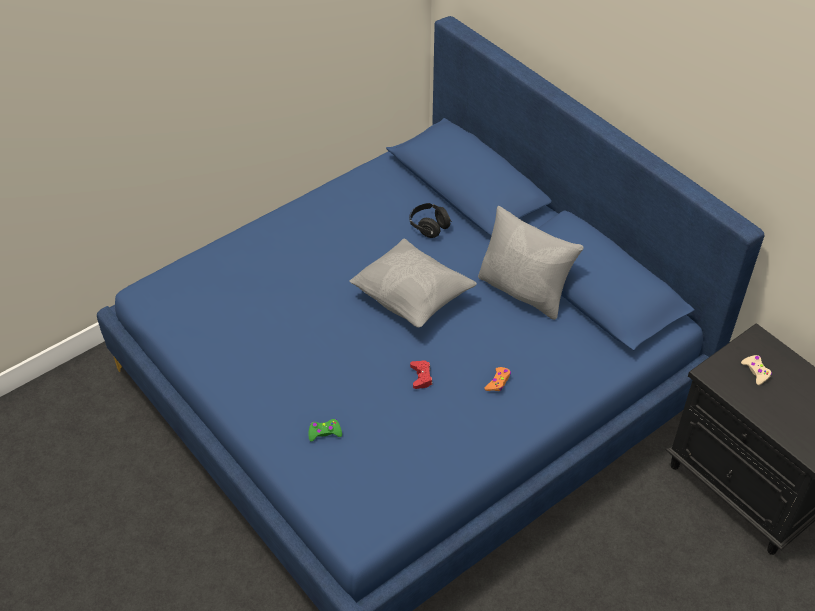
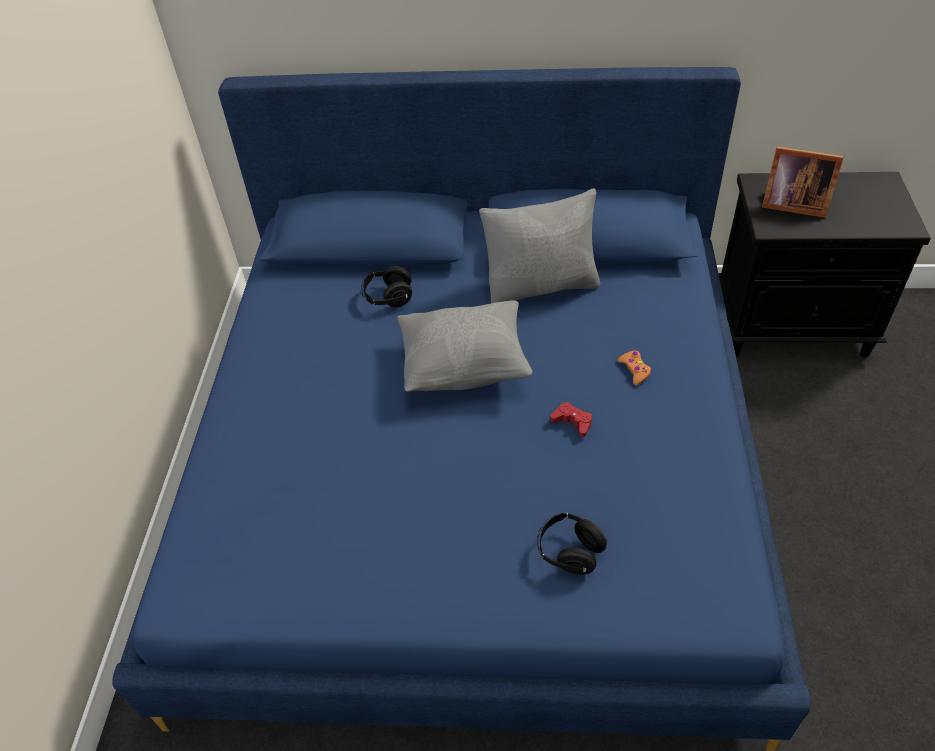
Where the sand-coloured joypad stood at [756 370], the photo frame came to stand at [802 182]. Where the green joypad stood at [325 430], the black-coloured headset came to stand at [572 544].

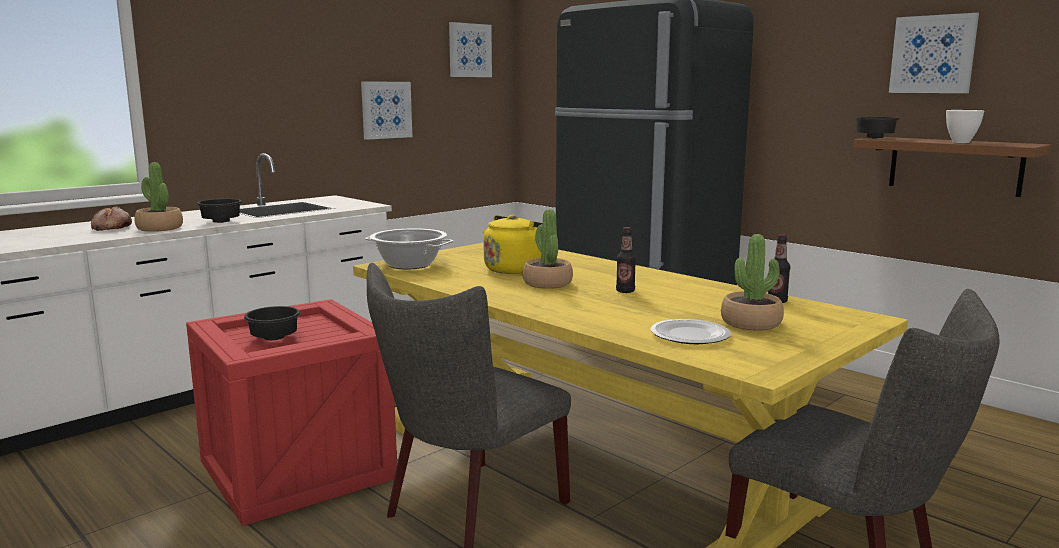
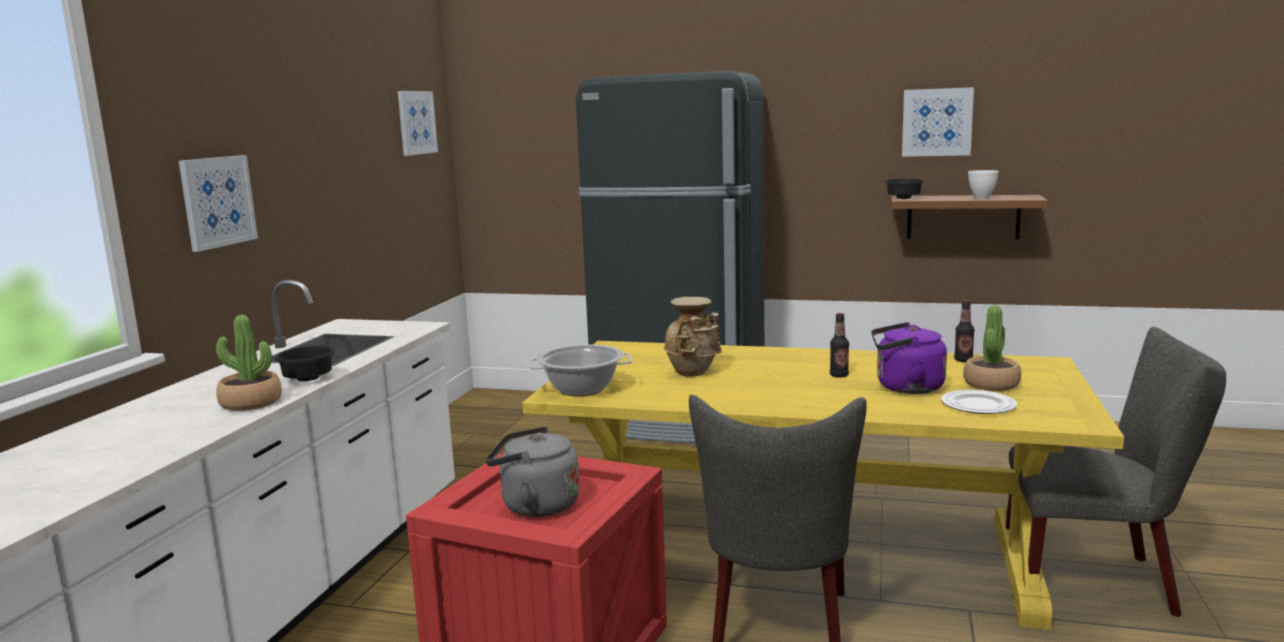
The wall picture ended up elsewhere, having gone from [386 110] to [218 203]. The second view lost the bakery bread at [111 218]. The second view lost the plant in a pot at [548 249]. Where the yellow tea kettle stood at [513 244], the sand-coloured vase came to stand at [693 337]. Where the black-coloured serving bowl stood at [272 323], the gray tea kettle came to stand at [533 471]. The second view gained the purple tea kettle at [909 358].

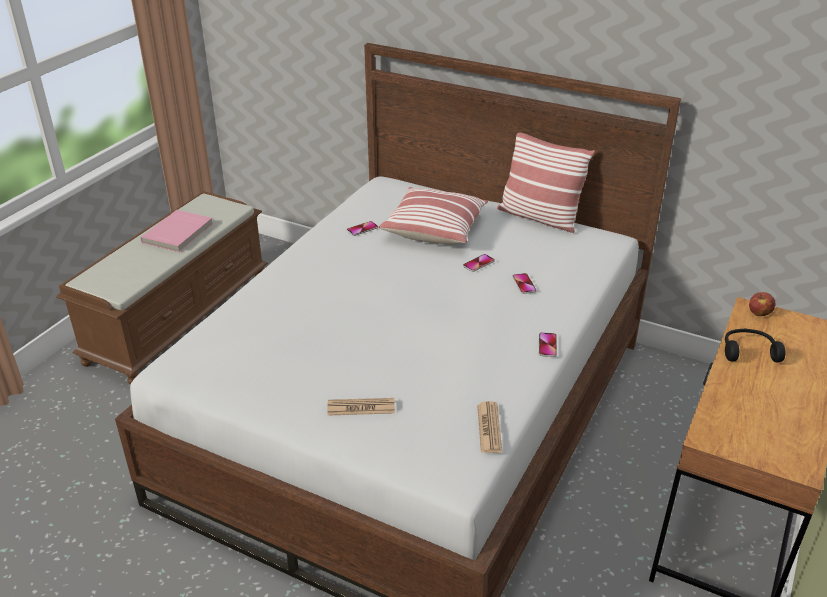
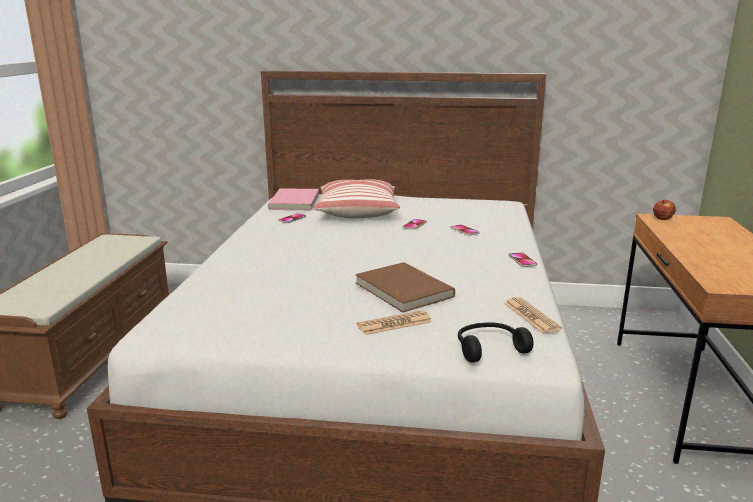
The second view lost the pillow at [546 183]. The pink-coloured bound book ended up elsewhere, having gone from [177 231] to [293 199]. The black-coloured headset ended up elsewhere, having gone from [755 345] to [496 342]. The second view gained the brown bound book at [405 287].

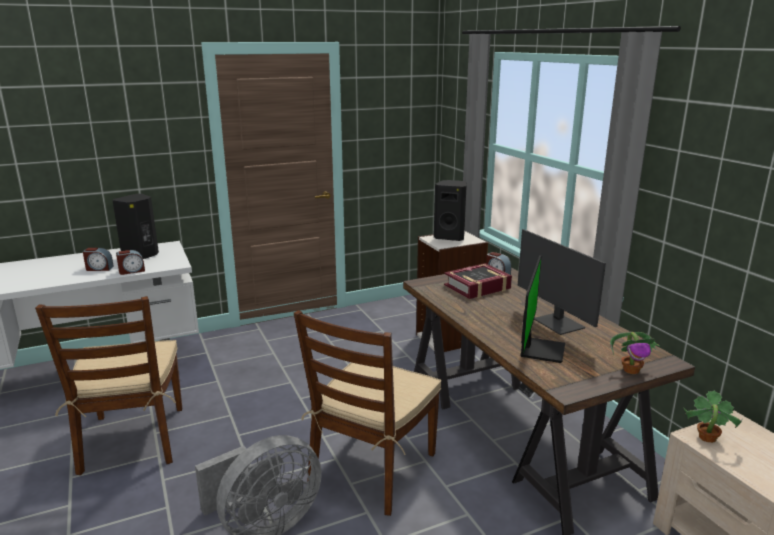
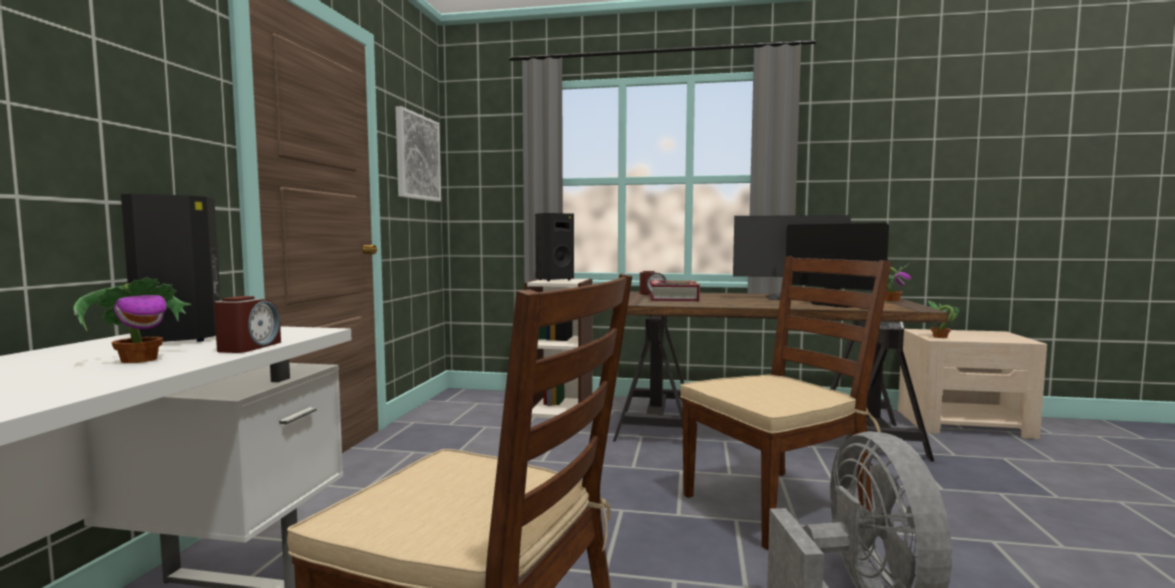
Where the bedside clock stood at [98 259], the plant in a pot came to stand at [132 320]. The brown plain chair at [367 413] ended up facing another way, 90 degrees counterclockwise from before. The second view gained the wall picture at [418 154].

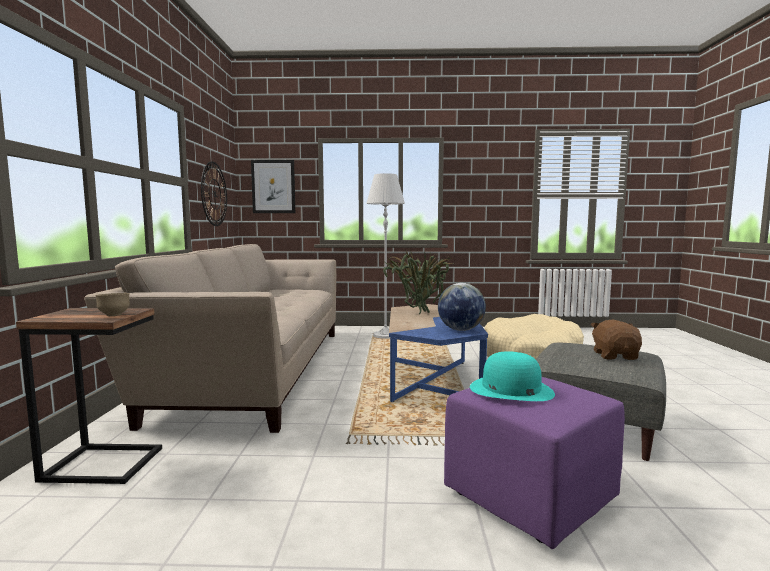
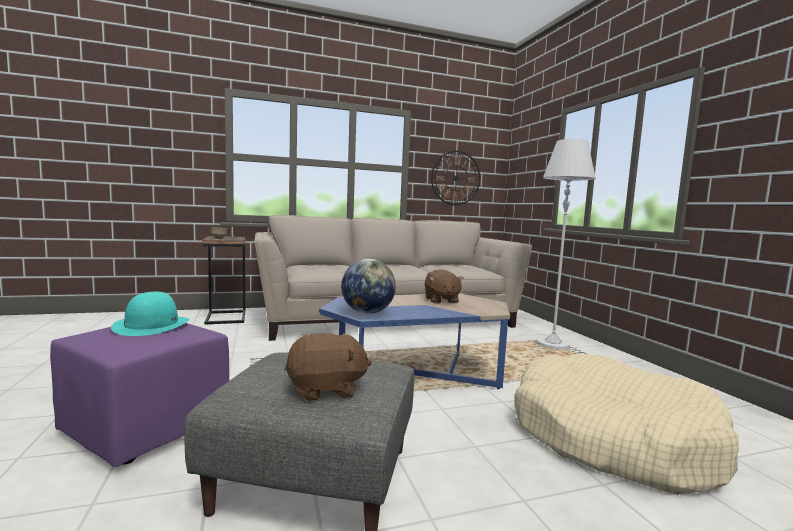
The second view lost the wall picture at [273 186]. Where the plant in a pot stood at [418 281], the brown soft toy came to stand at [444 286].

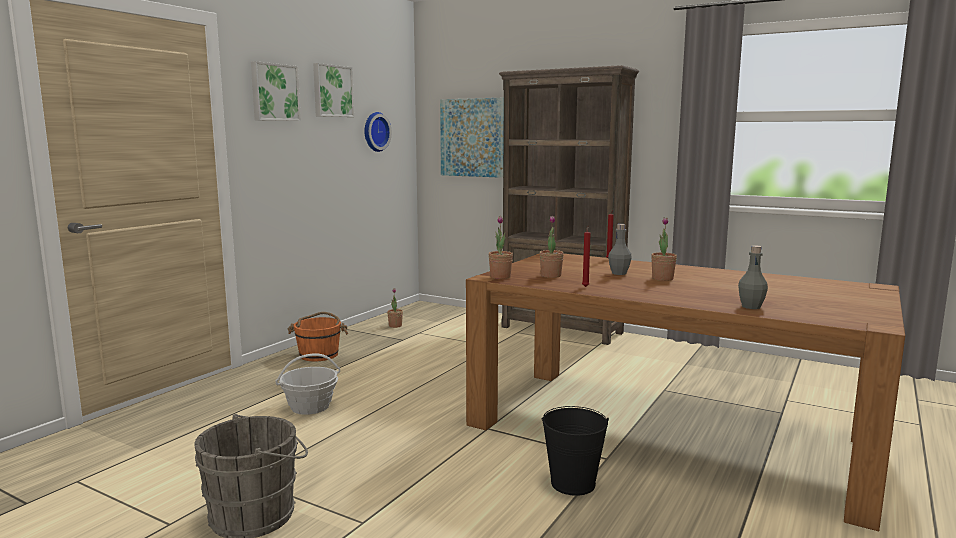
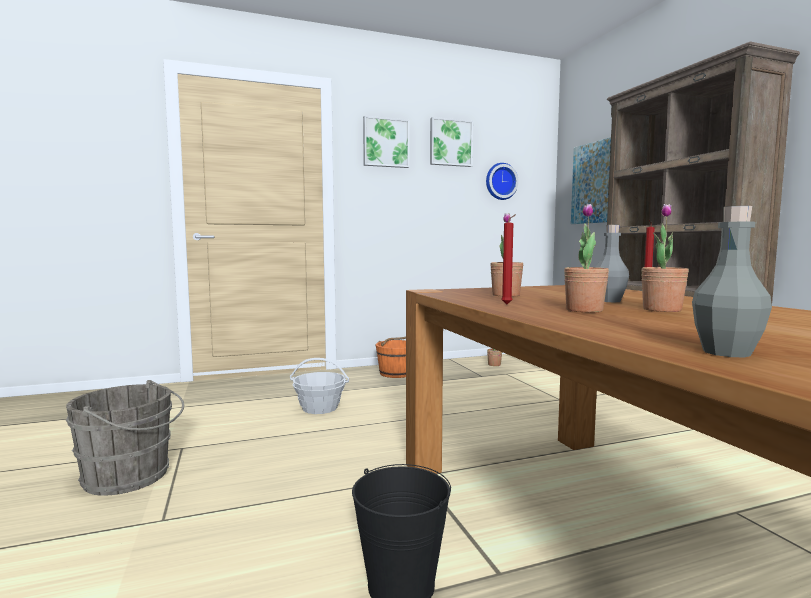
The plant in a pot ended up elsewhere, having gone from [501 247] to [586 258].

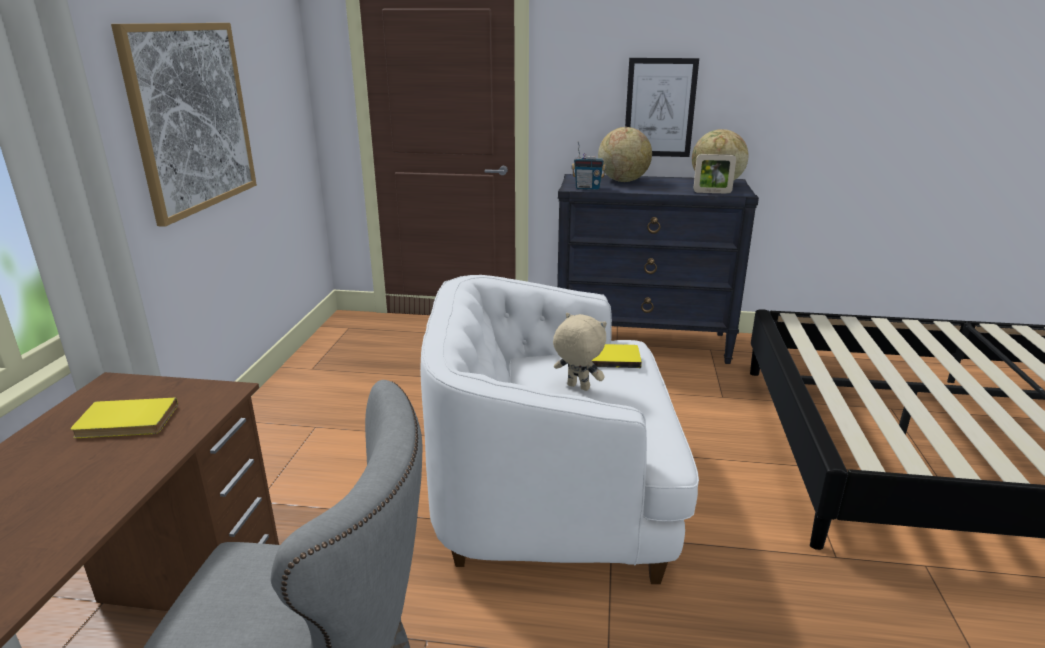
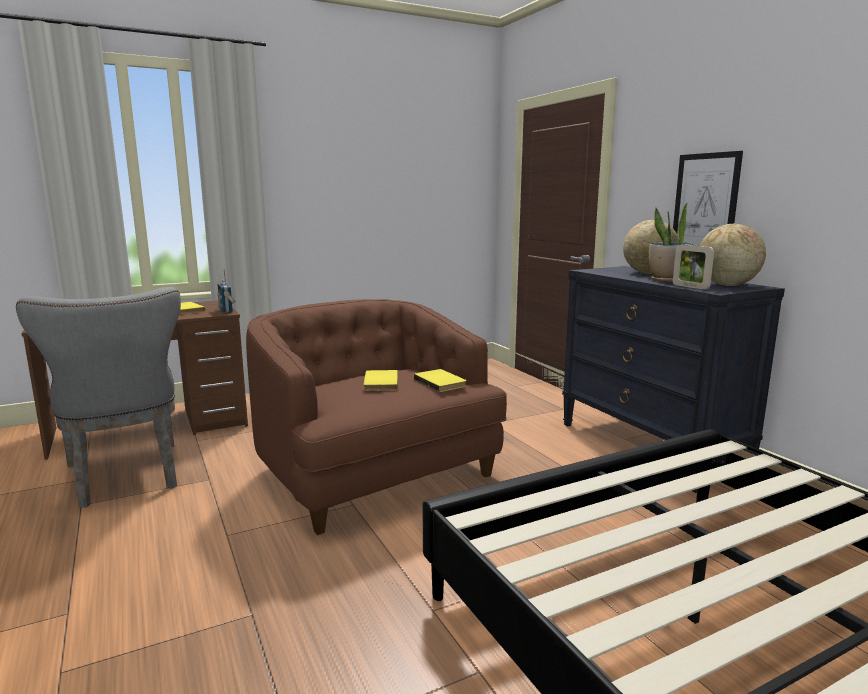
The second view lost the wall picture at [184 125]. The radio ended up elsewhere, having gone from [588 165] to [226 291]. What was the white-coloured lounge chair at [559 429] turned into the brown lounge chair at [376 417]. Where the sand-coloured soft toy stood at [580 352], the yellow bound book came to stand at [380 380]. The second view gained the plant in a pot at [671 242].

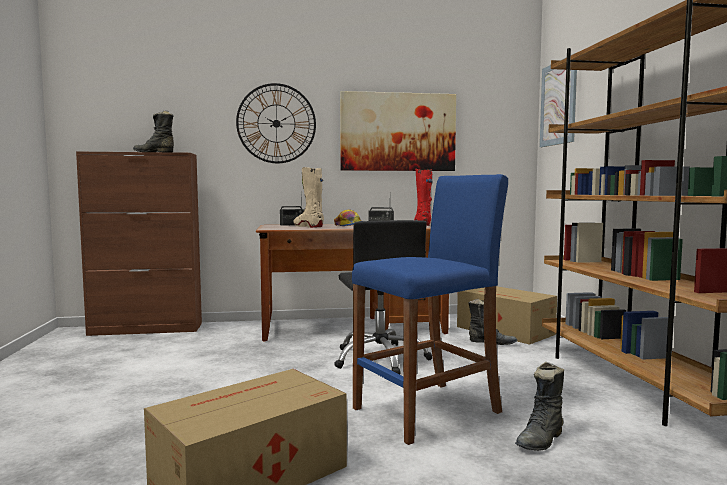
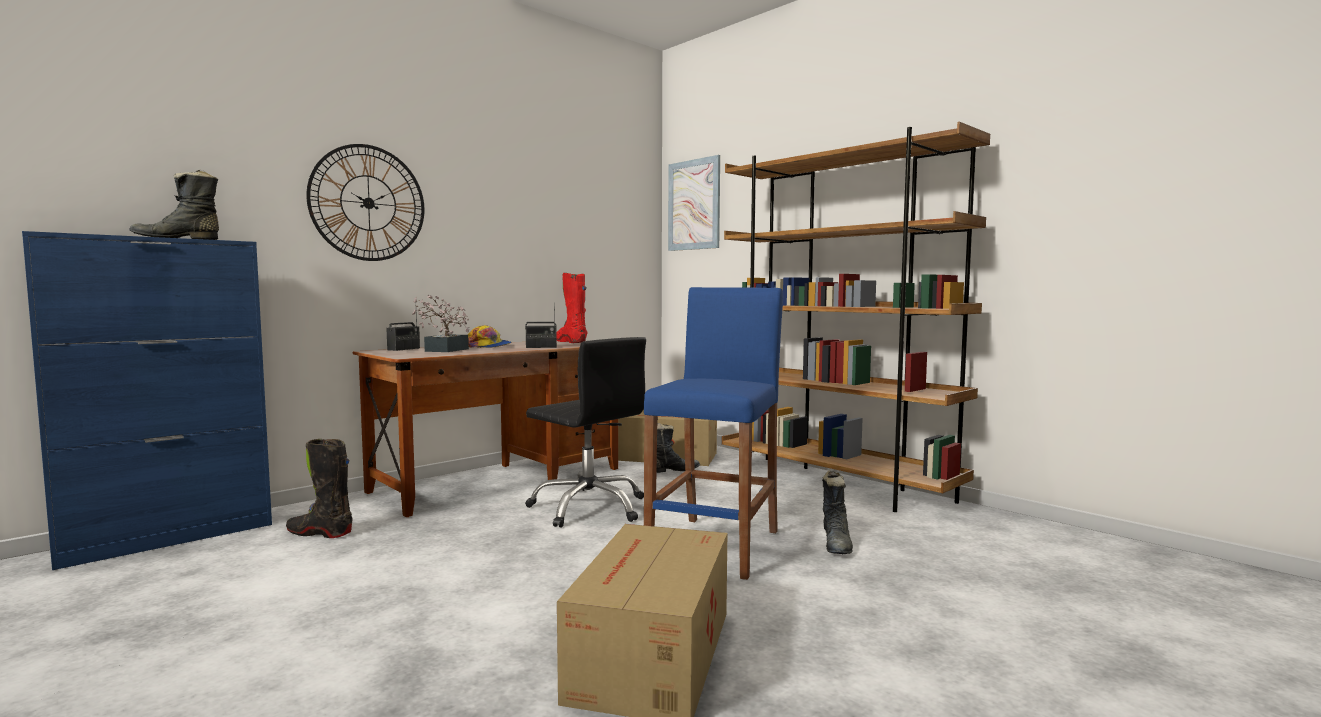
The second view lost the wall picture at [398 131]. What was the brown cupboard at [139 244] turned into the bluish cupboard at [147 400]. Where the sand-coloured high-top boot stood at [309 197], the plant in a pot came to stand at [440 323]. The second view gained the black-coloured high-top boot at [319 488].

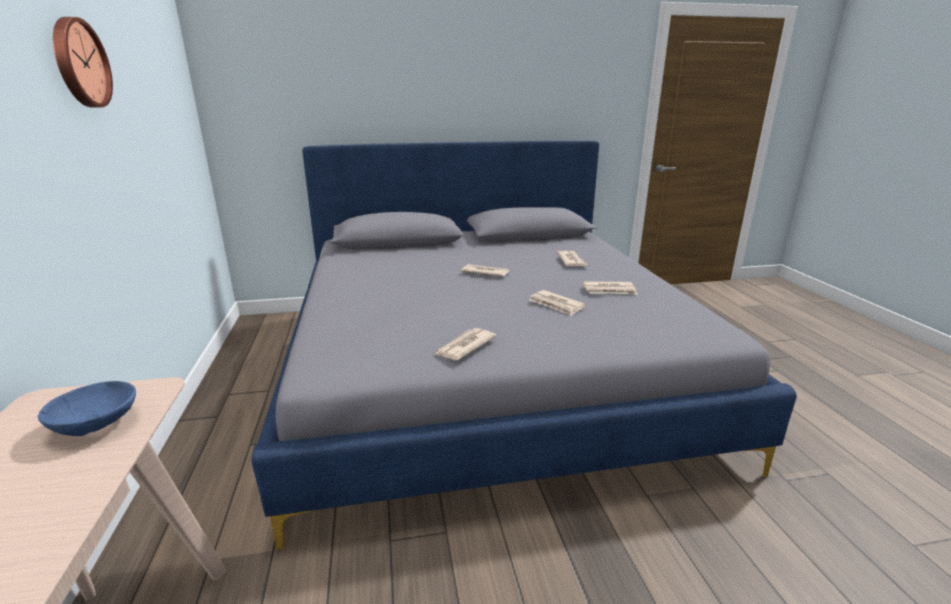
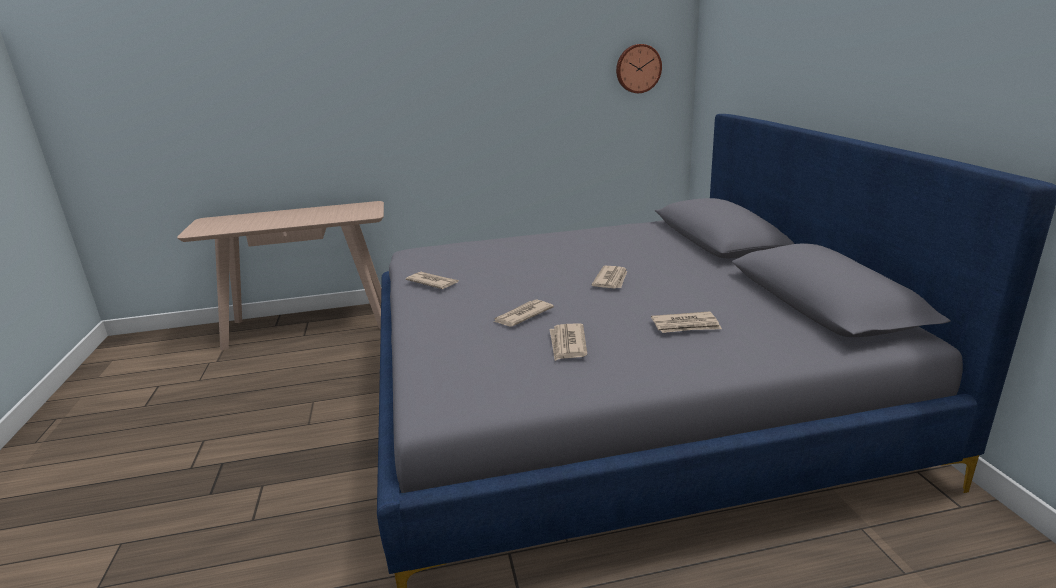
The clock on the wall ended up elsewhere, having gone from [83 62] to [639 68]. The second view lost the bluish serving bowl at [87 408].

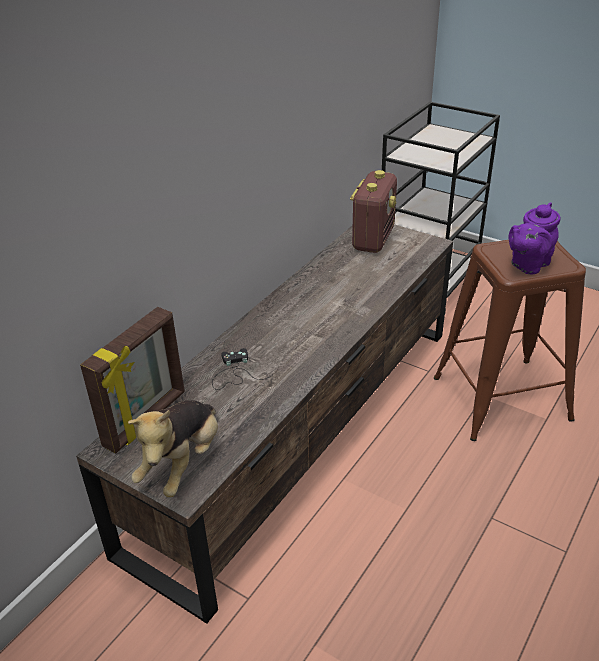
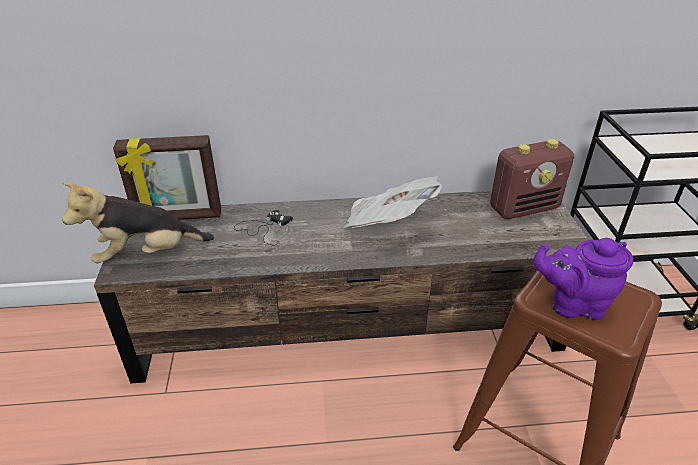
The second view gained the printed paper at [393 202].

